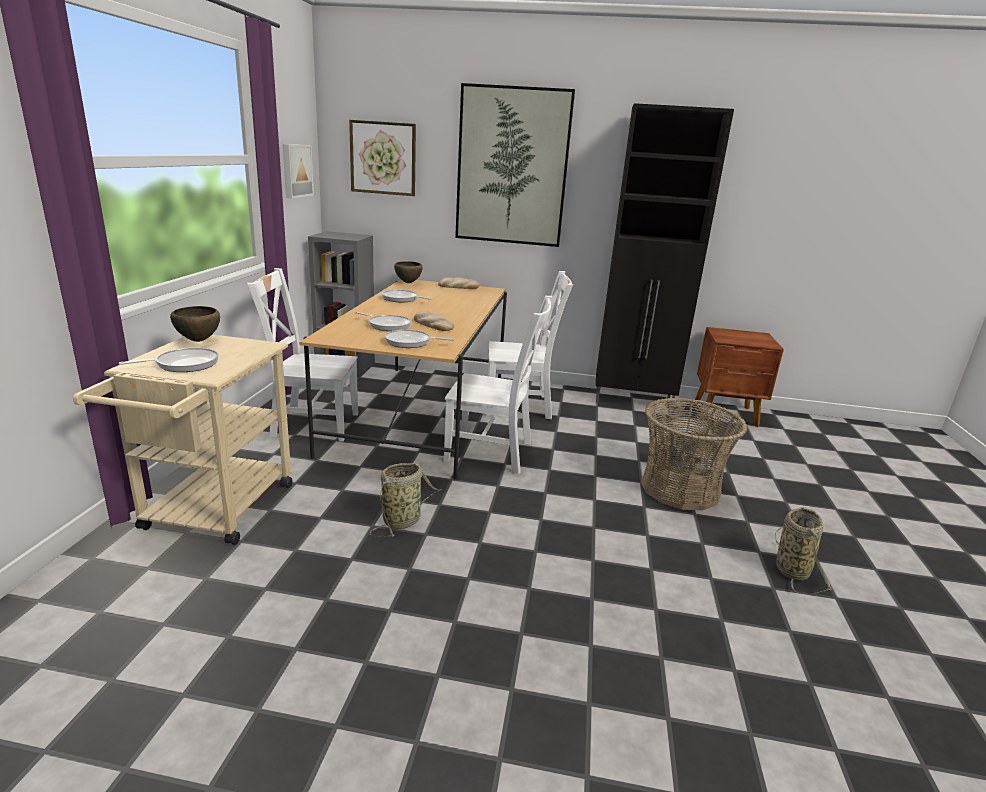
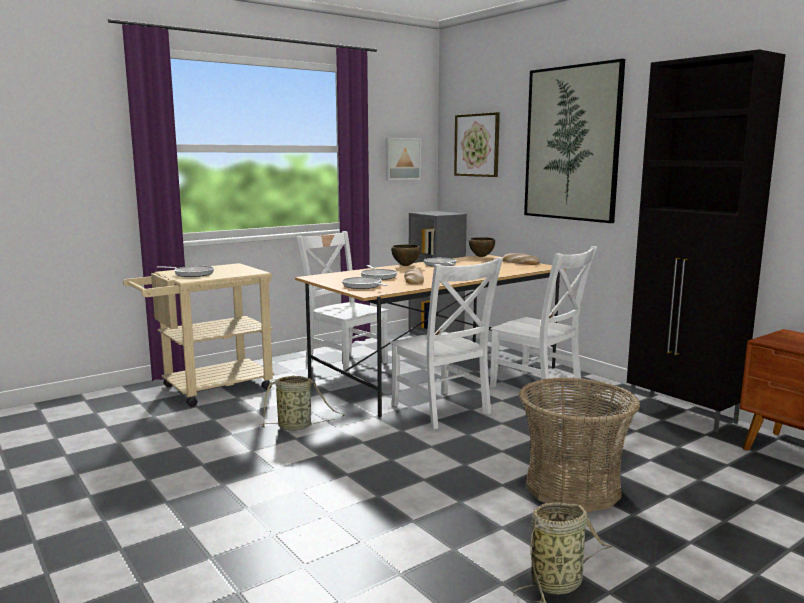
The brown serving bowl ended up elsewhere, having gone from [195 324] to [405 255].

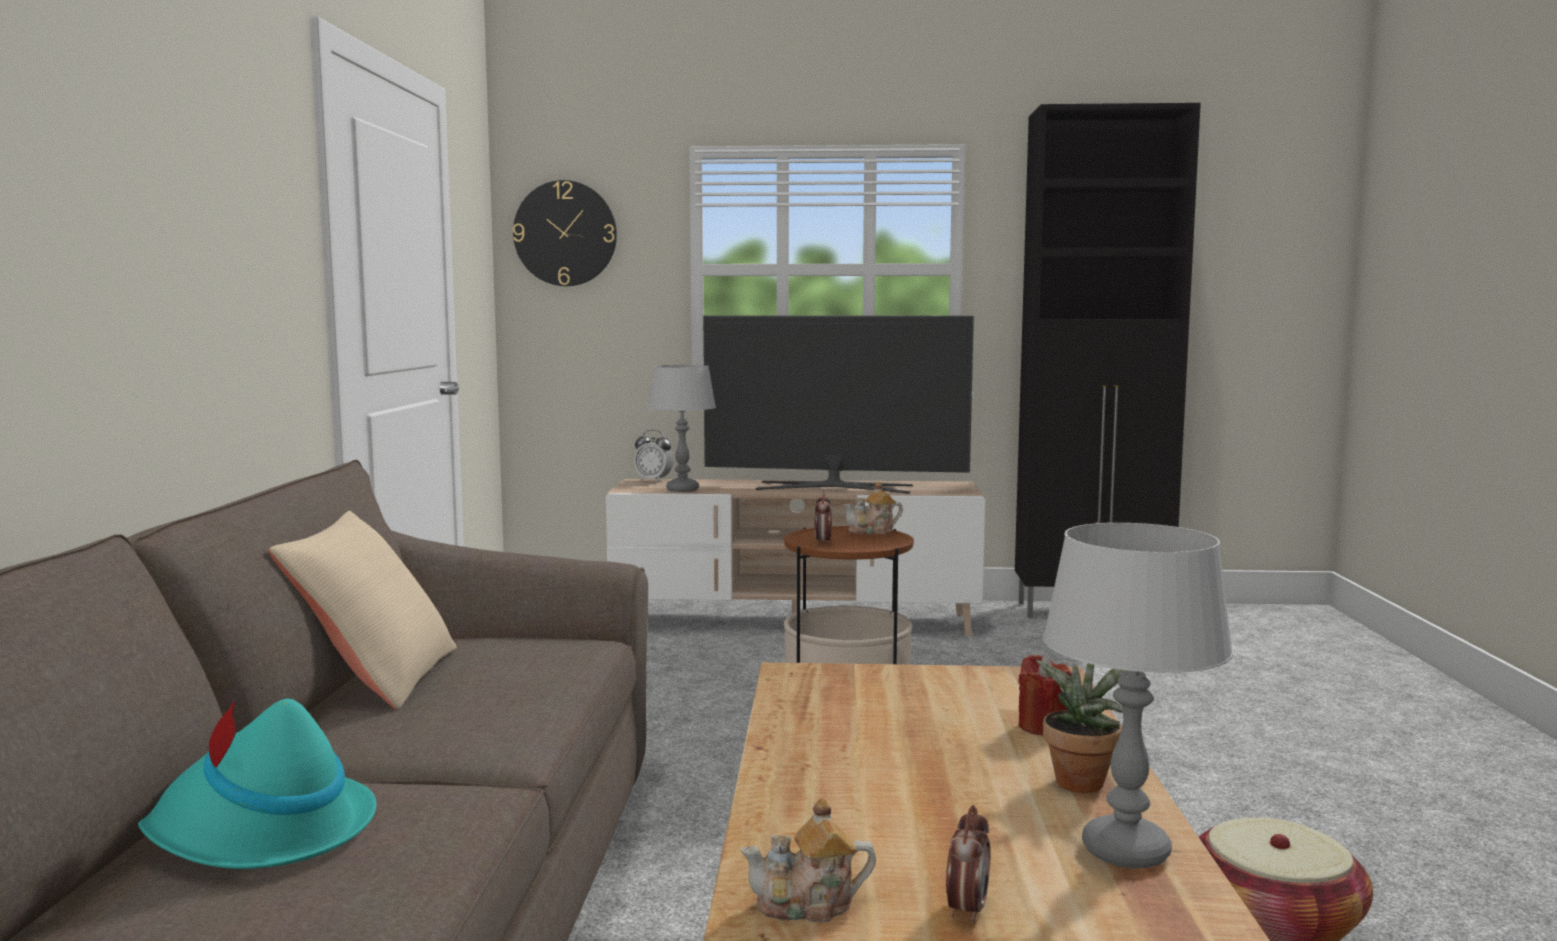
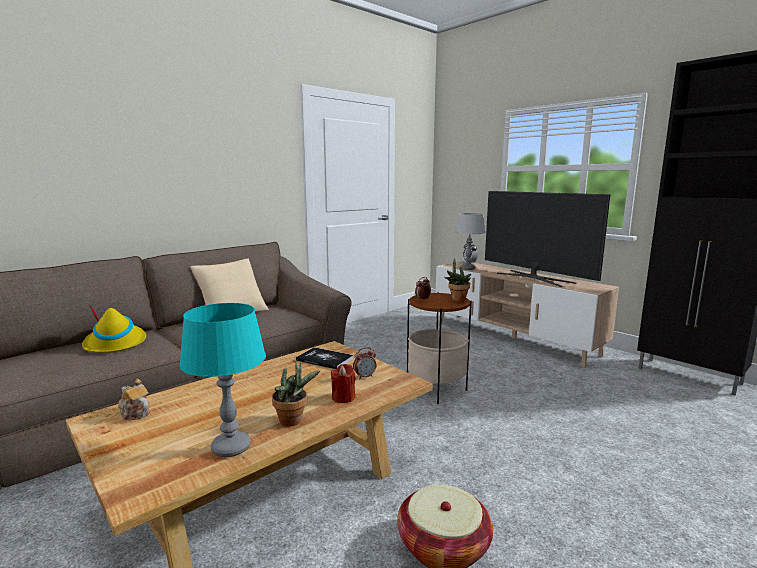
The second view lost the clock on the wall at [565 233]. Where the pot for tea stood at [873 508], the plant in a pot came to stand at [457 280]. What was the gray tabletop lamp at [1138 695] turned into the blue-green tabletop lamp at [222 380]. What was the blue-green clothing hat at [257 784] turned into the yellow clothing hat at [114 329]. The bedside clock ended up elsewhere, having gone from [968 864] to [364 363]. The second view gained the bound book at [324 358].

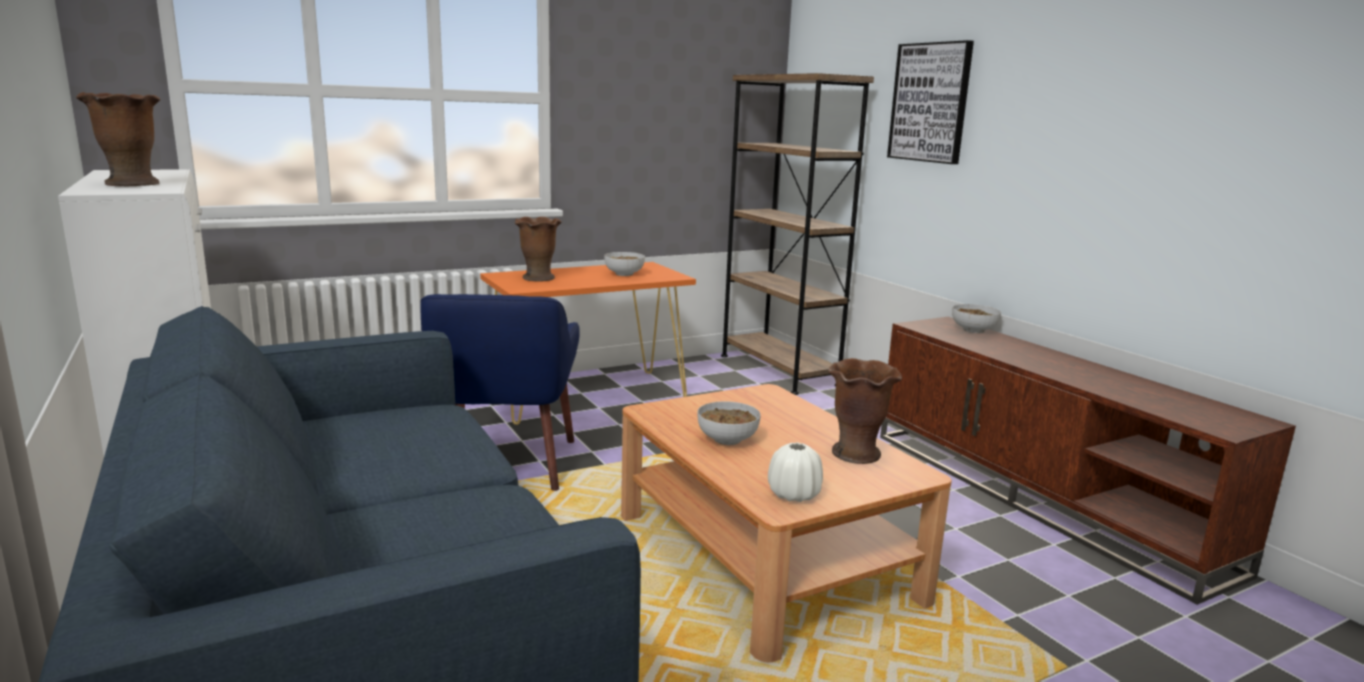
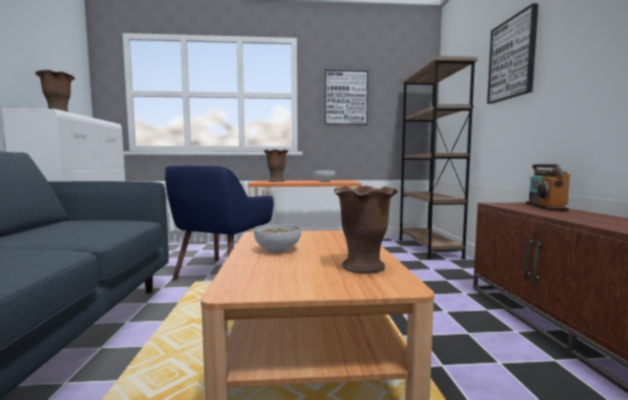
Where the serving bowl stood at [976 318], the radio came to stand at [548 187]. The second view lost the white-coloured vase at [795 472]. The second view gained the wall picture at [346 97].

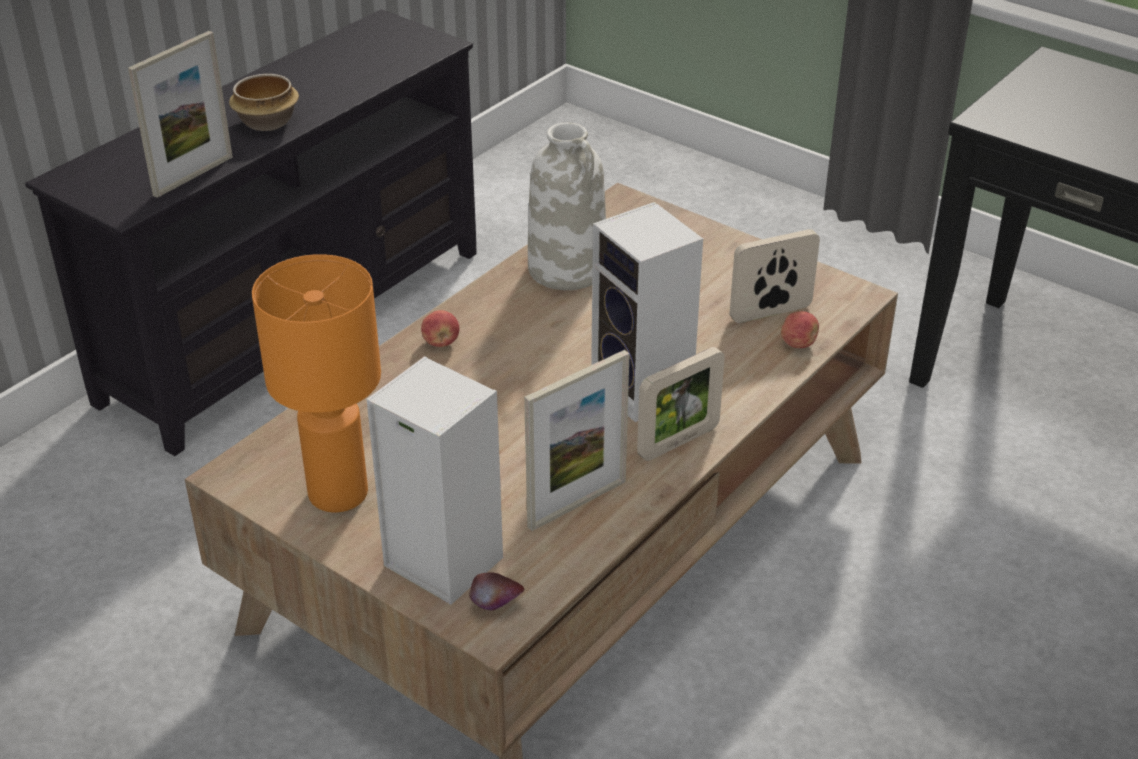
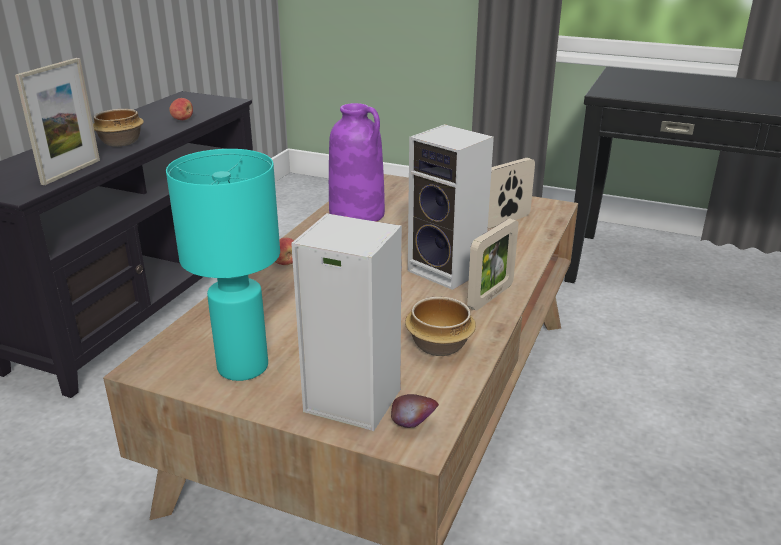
What was the white-coloured vase at [567 206] turned into the purple vase at [357 162]. What was the orangey tabletop lamp at [316 383] turned into the blue-green tabletop lamp at [223 265]. The whole apple ended up elsewhere, having gone from [800 329] to [181 109]. Where the photo frame stood at [577 440], the serving bowl came to stand at [440 326].

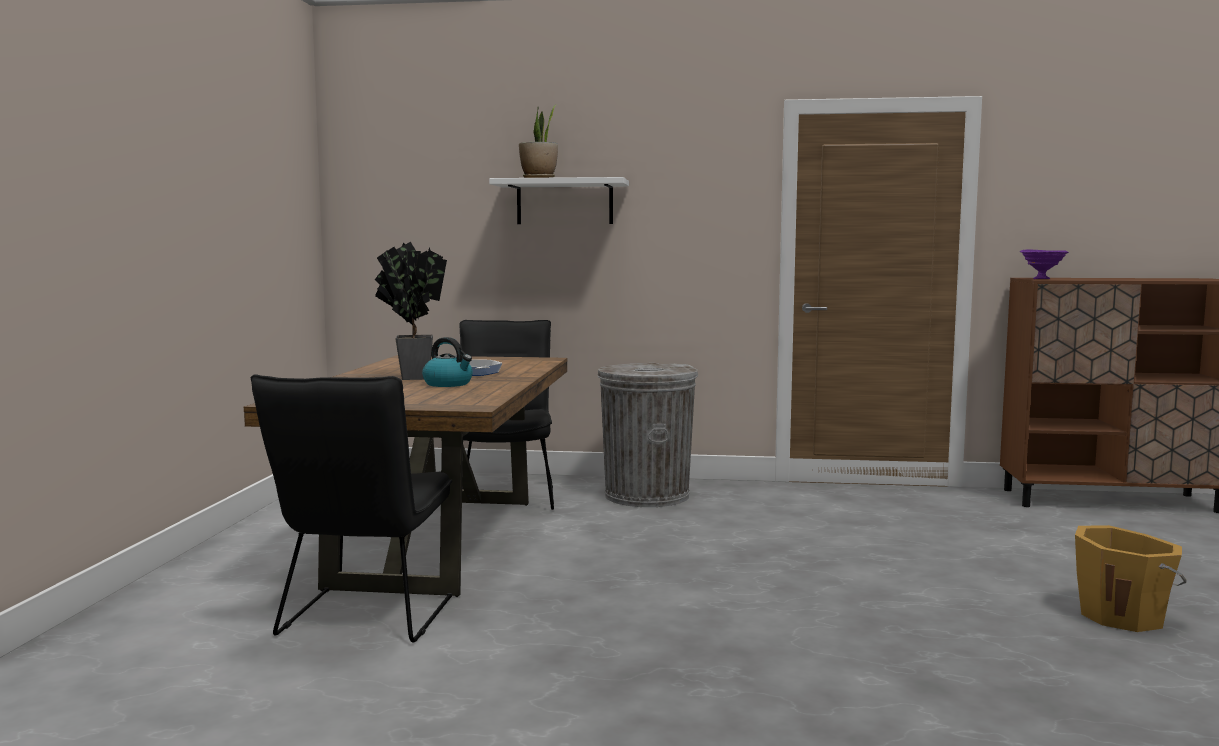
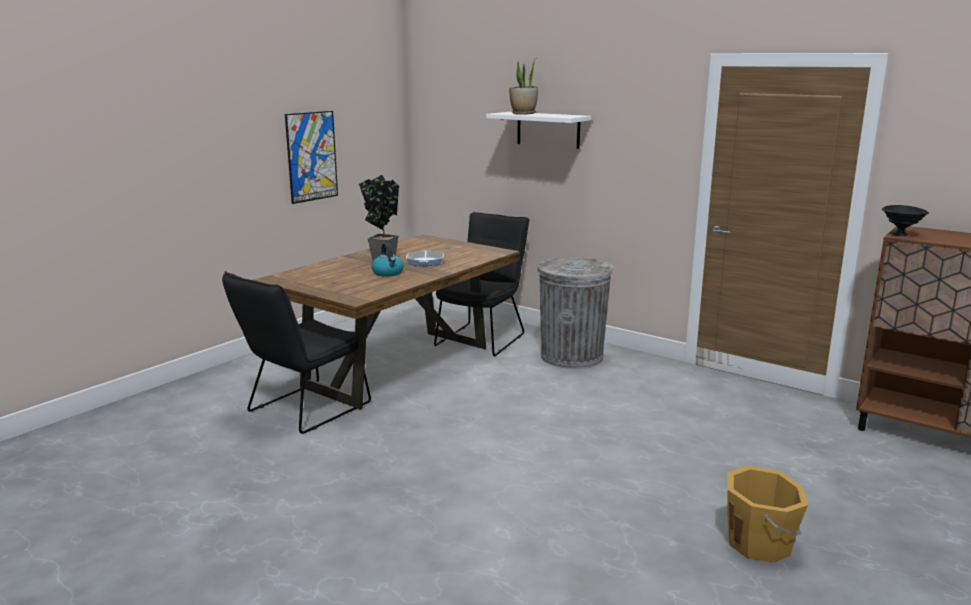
What was the purple serving bowl at [1044 264] turned into the black-coloured serving bowl at [905 220]. The second view gained the wall picture at [311 157].

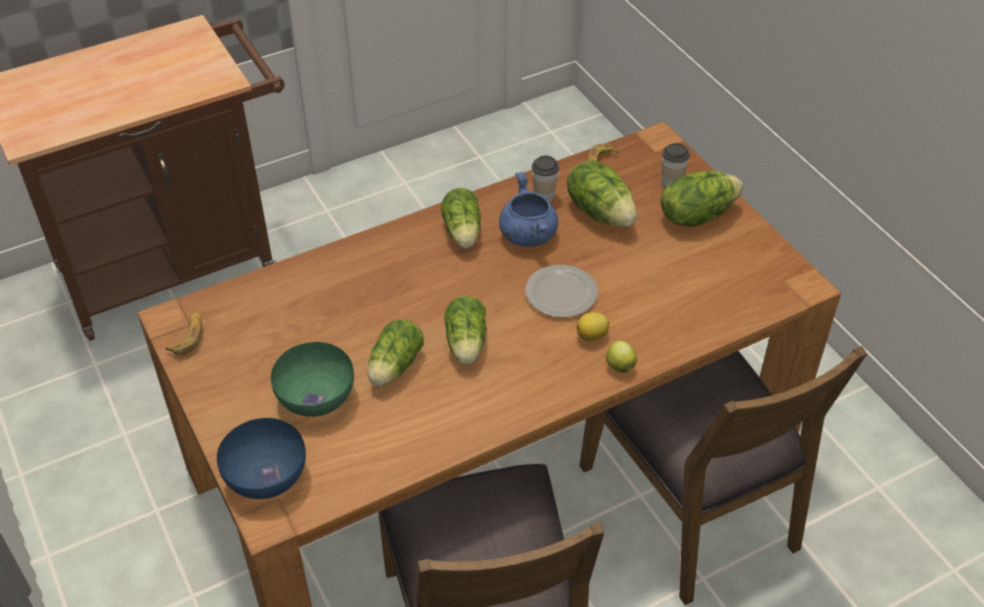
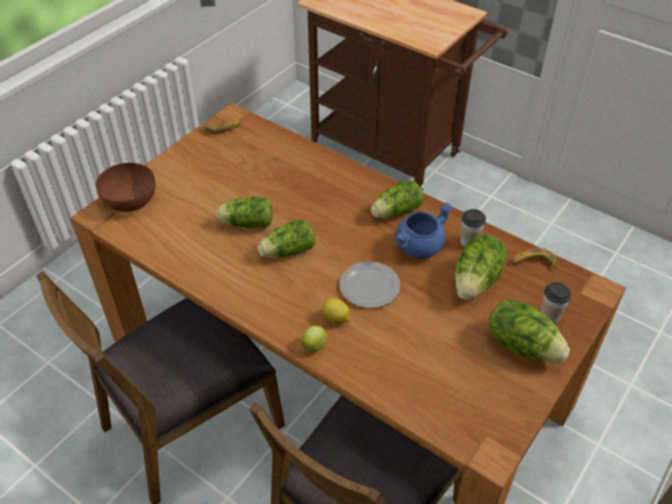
The second view lost the green serving bowl at [312 379]. What was the bluish serving bowl at [261 458] turned into the brown serving bowl at [126 187].

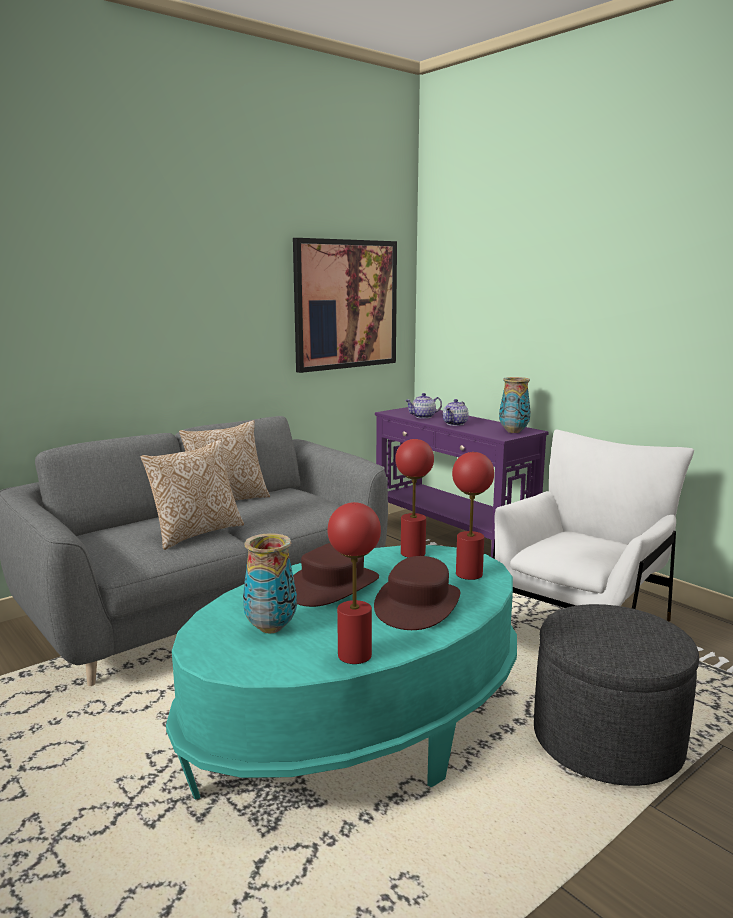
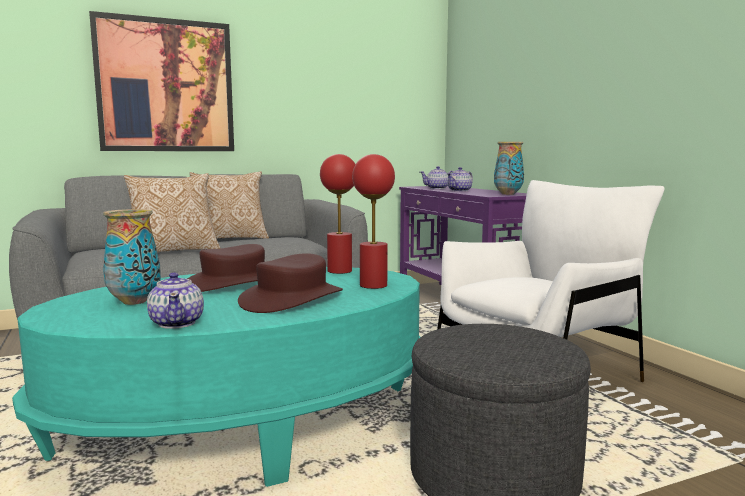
The wall picture ended up elsewhere, having gone from [345 305] to [161 81]. Where the red tabletop lamp stood at [354 583], the pot for tea came to stand at [175 300].

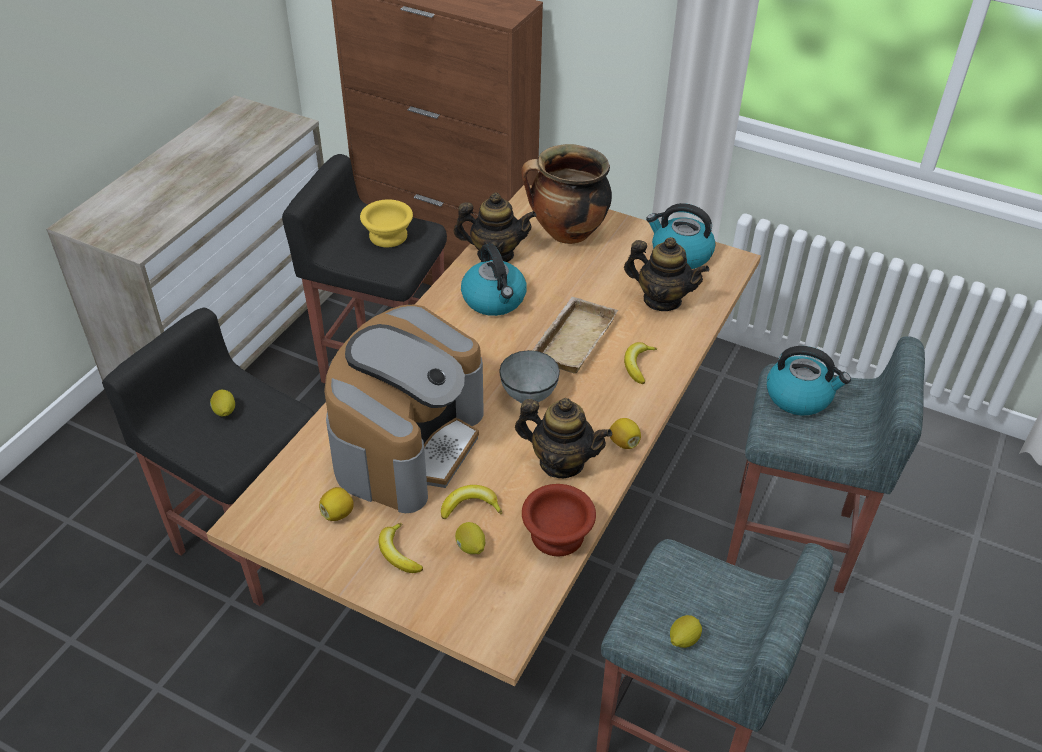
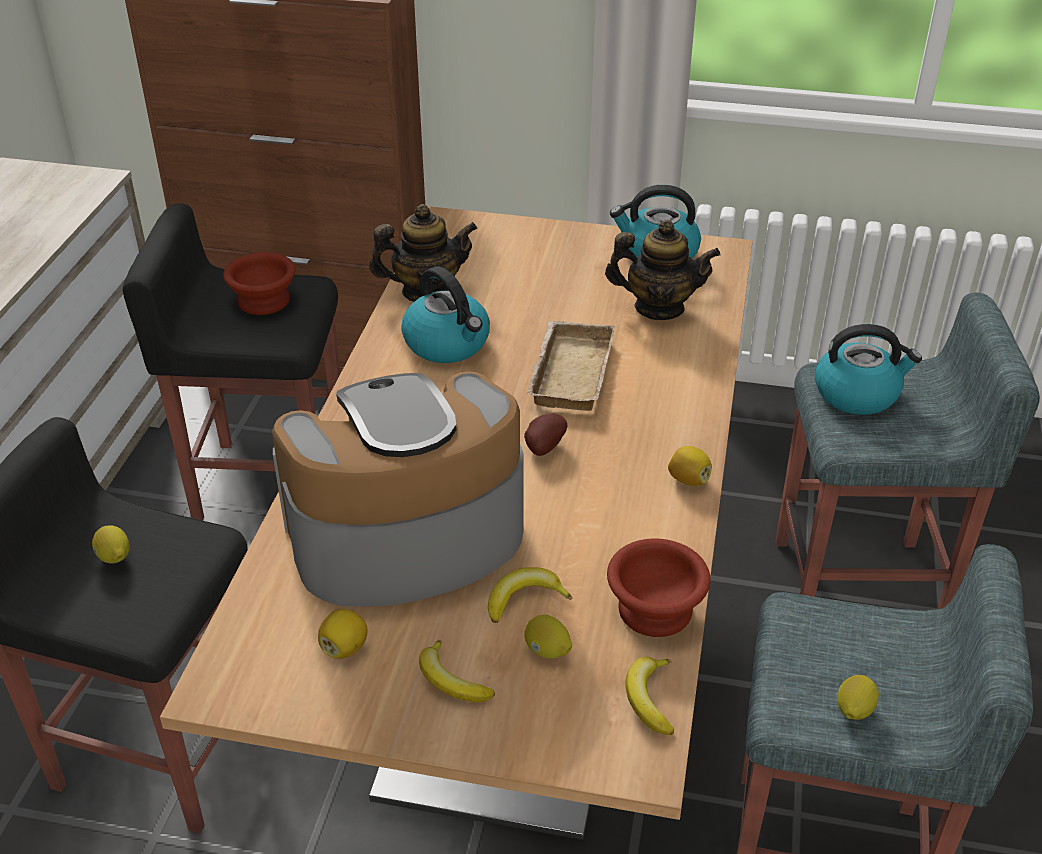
The second view lost the saucepot at [566 194]. What was the yellow serving bowl at [386 223] turned into the brown serving bowl at [259 283]. The coffee maker at [404 409] ended up facing another way, 120 degrees counterclockwise from before. The banana fruit ended up elsewhere, having gone from [640 363] to [649 696]. Where the gray serving bowl stood at [529 376], the spud came to stand at [545 434]. The second view lost the pot for tea at [563 438].

